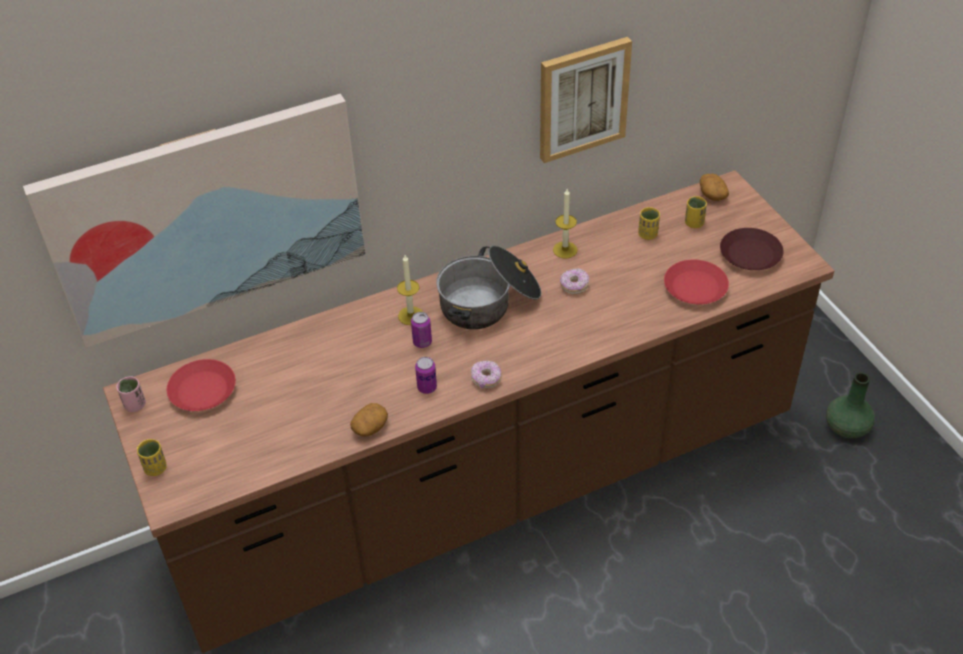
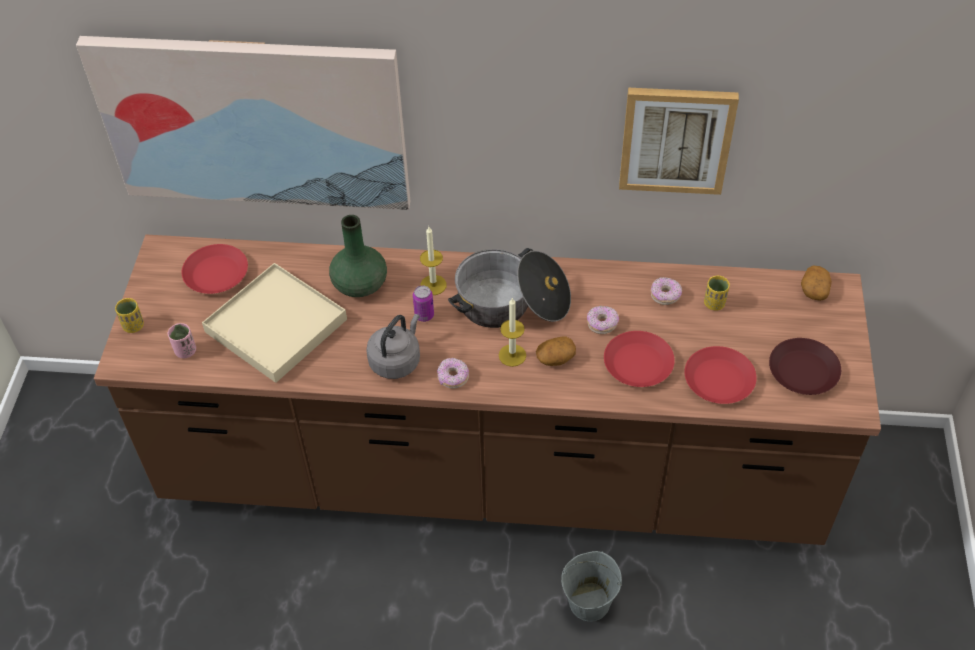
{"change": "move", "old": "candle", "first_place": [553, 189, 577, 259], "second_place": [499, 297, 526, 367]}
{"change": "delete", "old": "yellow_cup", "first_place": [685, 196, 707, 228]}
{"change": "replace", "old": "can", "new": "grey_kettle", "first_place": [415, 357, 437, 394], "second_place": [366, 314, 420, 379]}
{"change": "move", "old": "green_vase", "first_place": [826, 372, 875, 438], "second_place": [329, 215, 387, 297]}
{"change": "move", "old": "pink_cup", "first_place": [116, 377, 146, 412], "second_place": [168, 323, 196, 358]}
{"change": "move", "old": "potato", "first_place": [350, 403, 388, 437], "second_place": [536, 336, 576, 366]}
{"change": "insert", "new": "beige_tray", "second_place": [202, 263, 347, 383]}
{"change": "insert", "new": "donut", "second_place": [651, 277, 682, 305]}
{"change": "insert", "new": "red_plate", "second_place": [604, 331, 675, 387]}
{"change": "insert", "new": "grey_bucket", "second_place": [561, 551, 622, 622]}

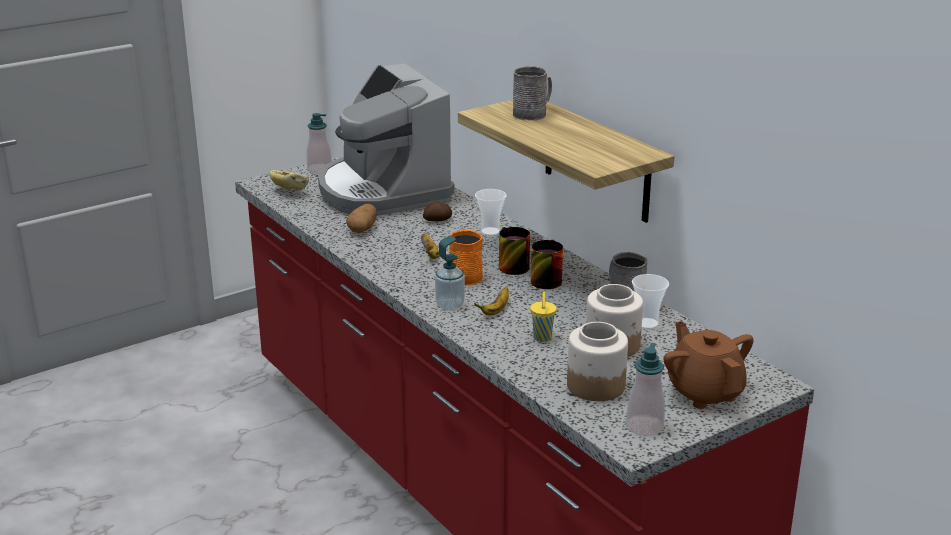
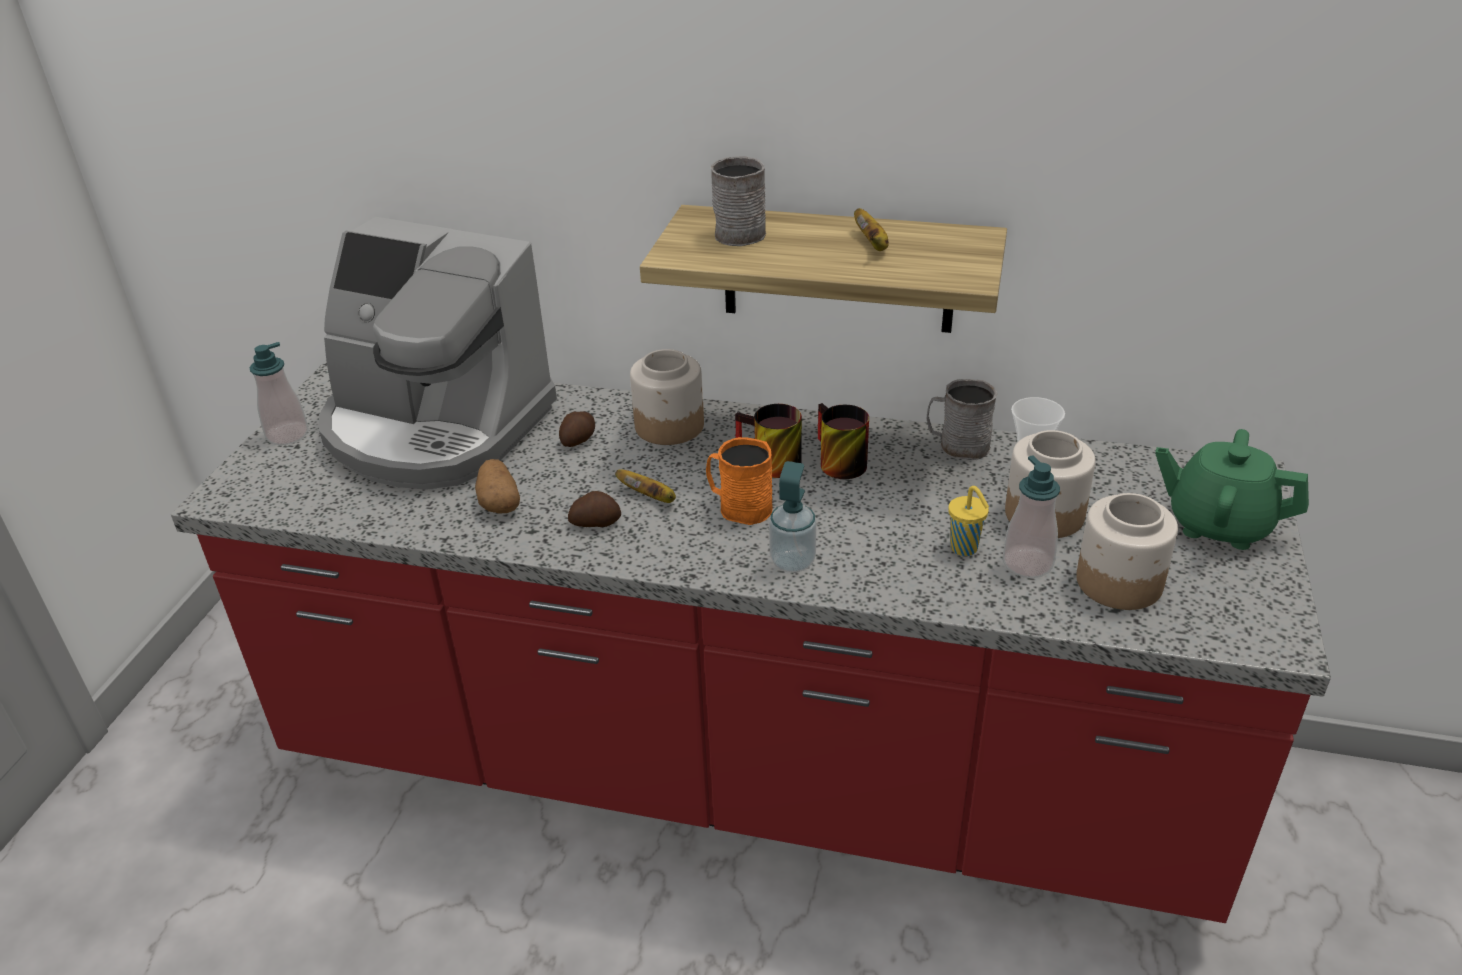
{"change": "delete", "old": "bread", "first_place": [269, 170, 309, 191]}
{"change": "replace", "old": "cup", "new": "jar", "first_place": [475, 189, 507, 236], "second_place": [630, 349, 704, 445]}
{"change": "move", "old": "banana", "first_place": [474, 287, 509, 315], "second_place": [854, 208, 889, 251]}
{"change": "recolor", "old": "brown_teapot", "new": "green_teapot", "first_place": [664, 321, 753, 409], "second_place": [1155, 429, 1309, 550]}
{"change": "move", "old": "soap_dispenser", "first_place": [626, 343, 665, 436], "second_place": [1003, 456, 1060, 578]}
{"change": "insert", "new": "potato", "second_place": [568, 491, 621, 527]}

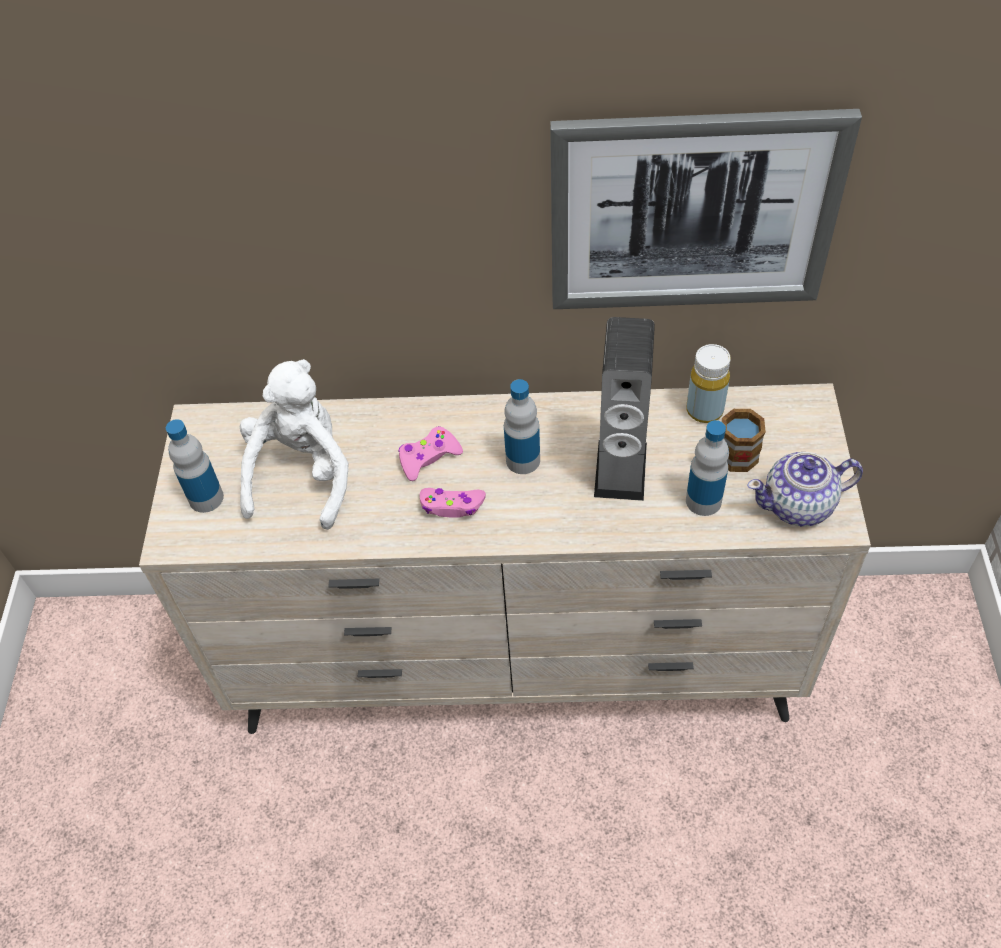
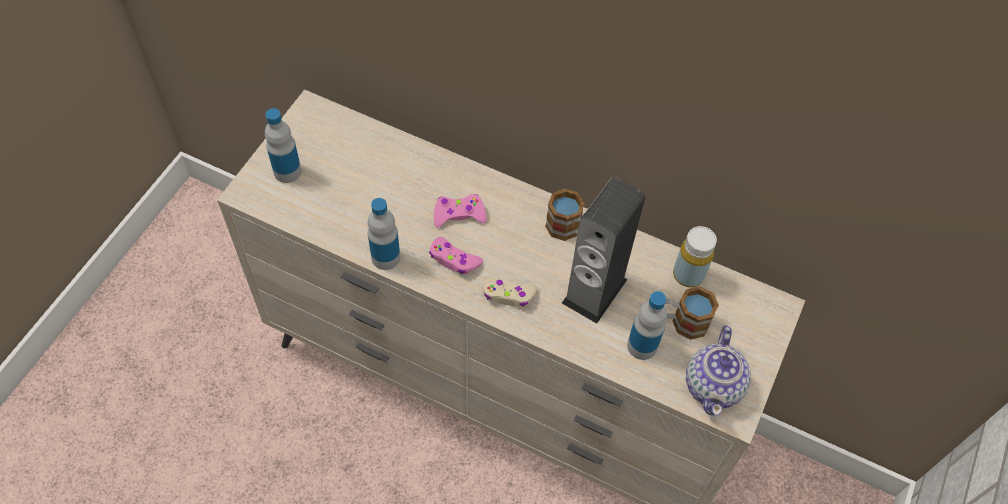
{"change": "delete", "old": "picture", "first_place": [550, 109, 862, 309]}
{"change": "delete", "old": "white_plush_toy", "first_place": [239, 359, 349, 530]}
{"change": "move", "old": "bottle", "first_place": [504, 379, 540, 474], "second_place": [368, 198, 400, 270]}
{"change": "rotate", "old": "teapot", "first_place": [747, 452, 863, 526], "second_place": [686, 325, 751, 416], "degrees": -90}
{"change": "insert", "new": "mug", "second_place": [545, 189, 585, 241]}
{"change": "insert", "new": "beige_game_controller", "second_place": [482, 276, 537, 306]}

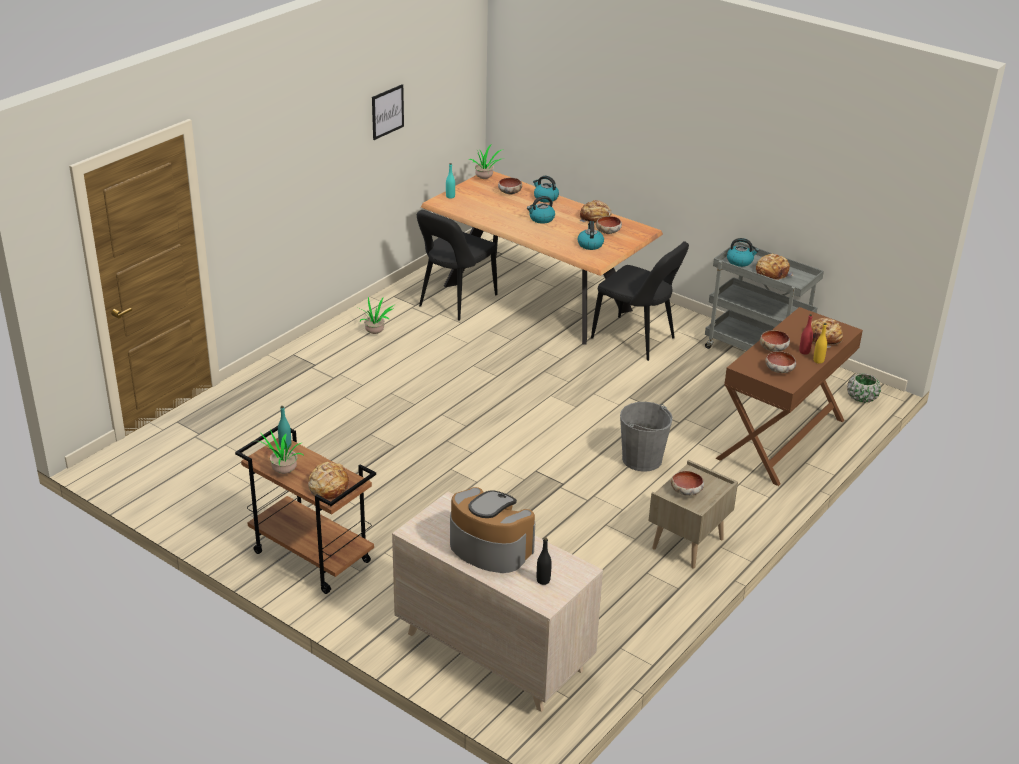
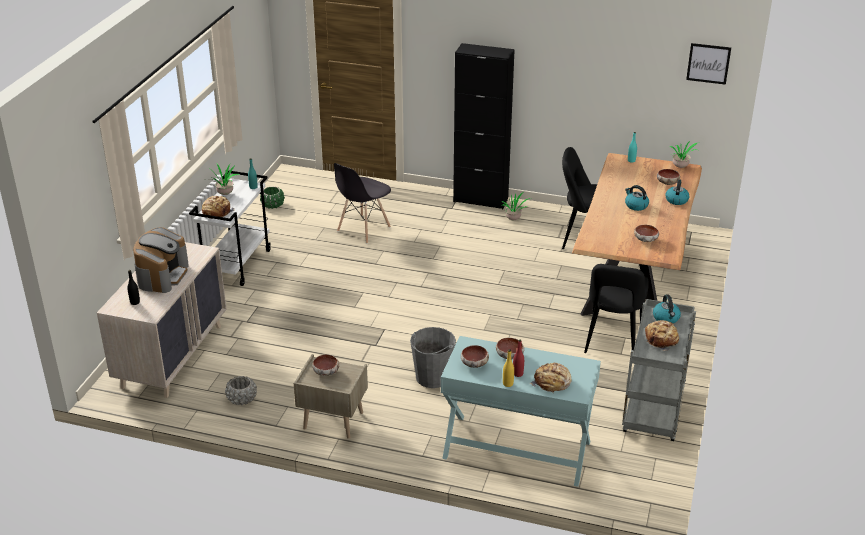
{"change": "move", "old": "picture", "first_place": [372, 84, 404, 140], "second_place": [686, 43, 731, 85]}
{"change": "delete", "old": "bread", "first_place": [580, 200, 612, 223]}
{"change": "delete", "old": "kettle", "first_place": [577, 221, 604, 250]}
{"change": "recolor", "old": "brown_console_table", "new": "turquoise_console_table", "first_place": [715, 307, 863, 486], "second_place": [441, 336, 601, 487]}
{"change": "move", "old": "green_planter", "first_place": [847, 373, 881, 403], "second_place": [260, 187, 285, 209]}
{"change": "recolor", "old": "brown_cart", "new": "white_cart", "first_place": [235, 426, 376, 594], "second_place": [189, 170, 271, 286]}
{"change": "insert", "new": "black_cabinet", "second_place": [453, 43, 515, 209]}
{"change": "insert", "new": "grey_chair", "second_place": [334, 163, 391, 244]}
{"change": "insert", "new": "grey_planter", "second_place": [225, 376, 257, 405]}

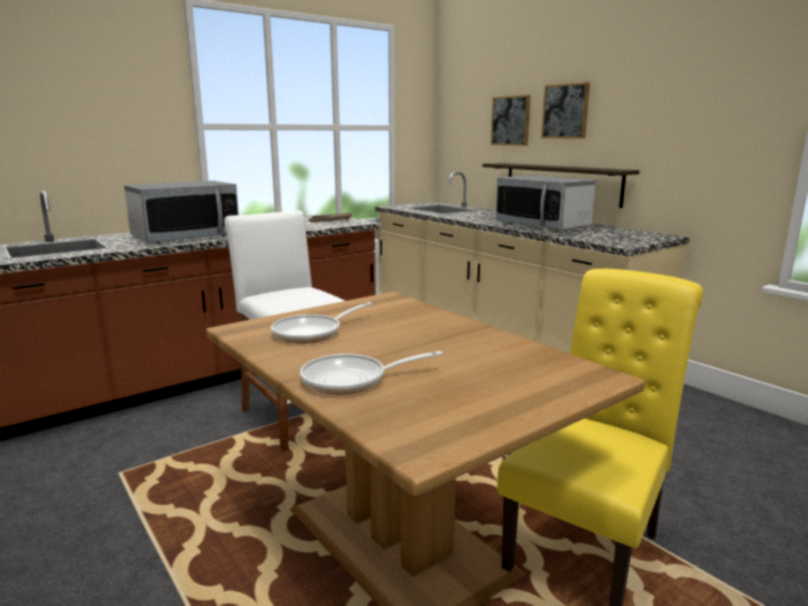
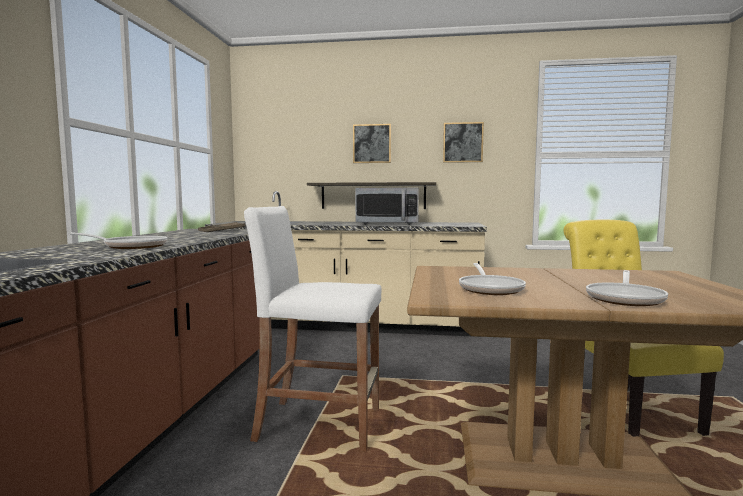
{"change": "move", "old": "picture", "first_place": [491, 95, 531, 146], "second_place": [443, 122, 484, 163]}
{"change": "replace", "old": "microwave", "new": "frying_pan", "first_place": [124, 181, 239, 244], "second_place": [69, 232, 167, 249]}

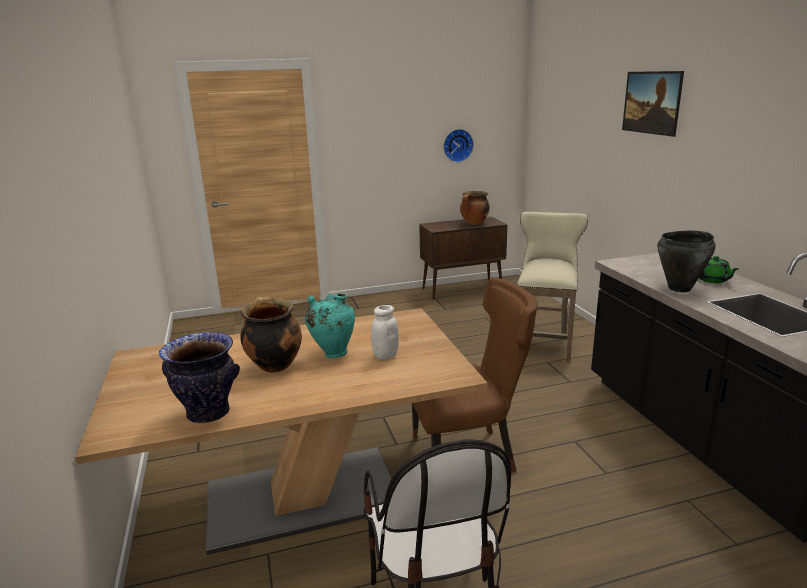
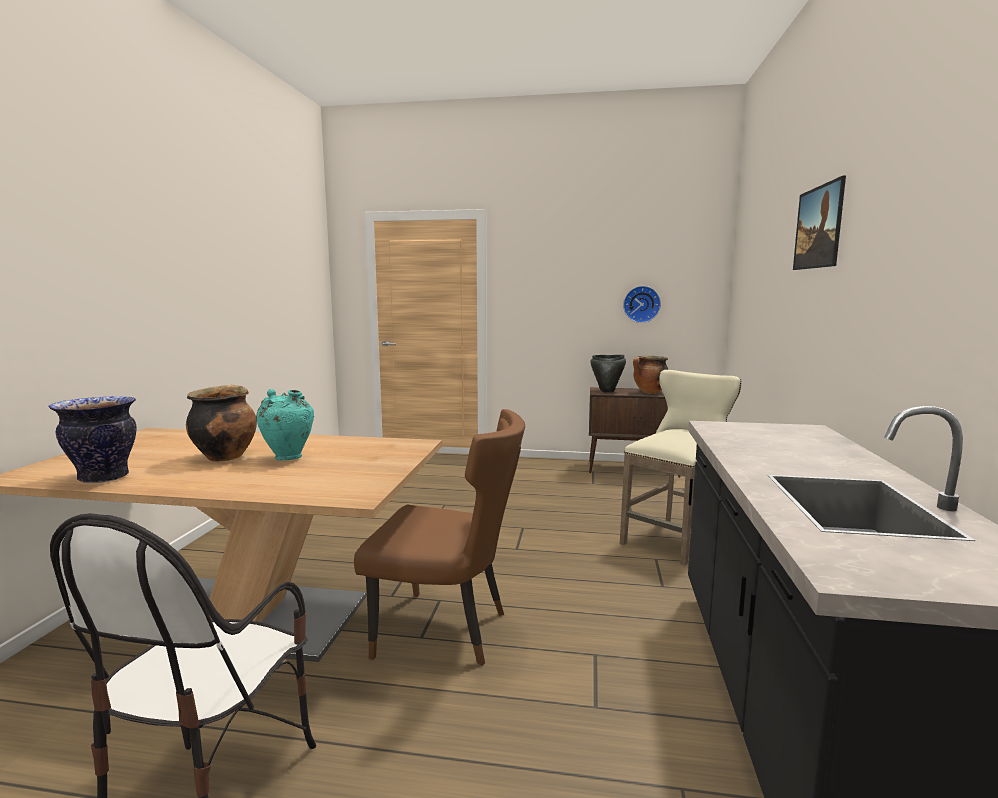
{"change": "move", "old": "black_cooking_pot", "first_place": [657, 231, 716, 292], "second_place": [590, 355, 626, 393]}
{"change": "delete", "old": "green_teapot", "first_place": [699, 256, 738, 283]}
{"change": "delete", "old": "white_jar", "first_place": [371, 305, 399, 360]}

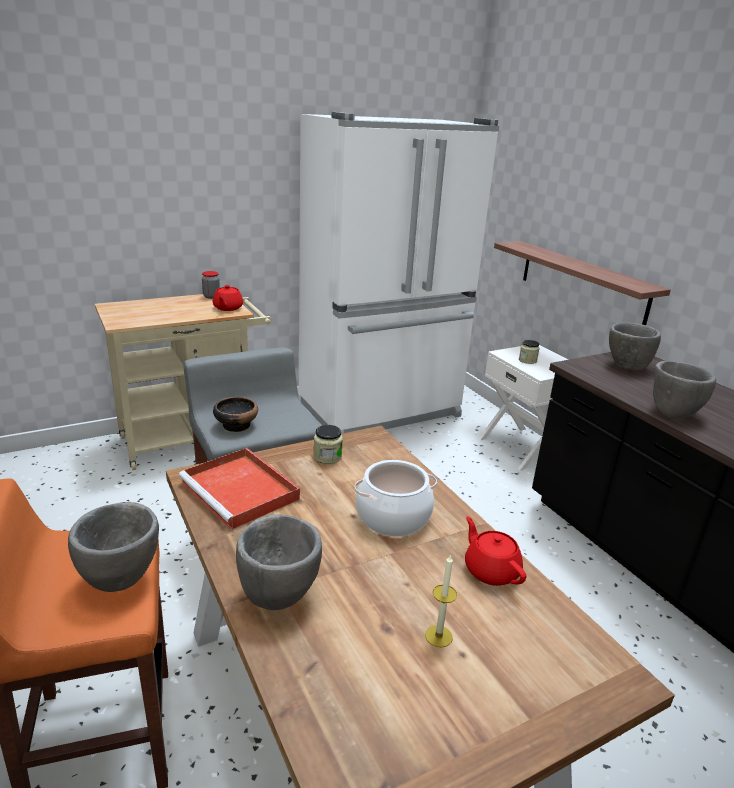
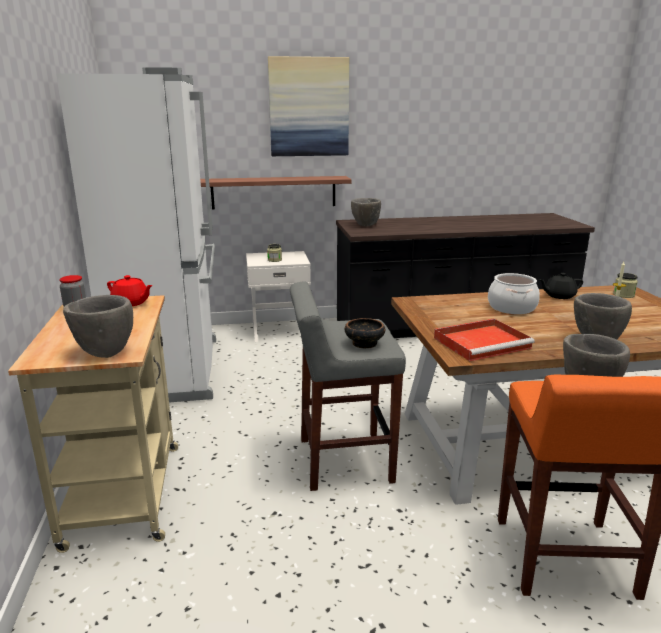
{"change": "move", "old": "grey_bowl", "first_place": [653, 361, 716, 419], "second_place": [63, 295, 133, 358]}
{"change": "move", "old": "jar", "first_place": [314, 425, 343, 464], "second_place": [613, 273, 638, 298]}
{"change": "recolor", "old": "red_teapot", "new": "black_teapot", "first_place": [465, 516, 526, 586], "second_place": [538, 273, 583, 299]}
{"change": "insert", "new": "picture", "second_place": [268, 56, 349, 156]}

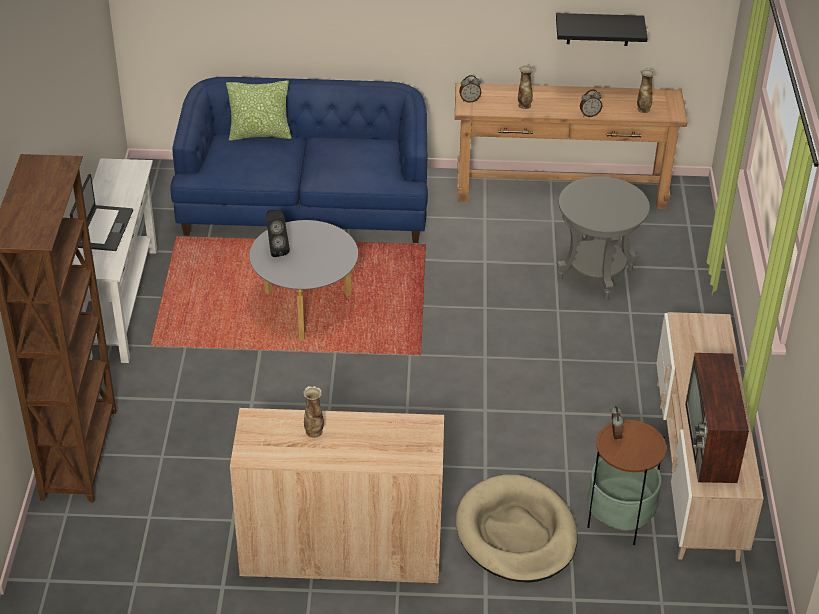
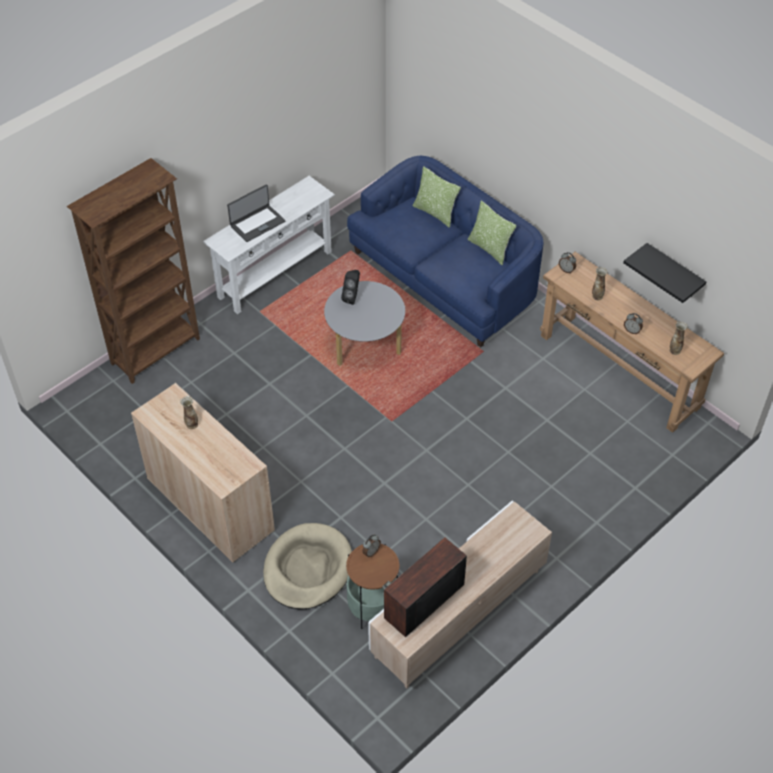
{"change": "delete", "old": "grey_side_table", "first_place": [557, 176, 650, 299]}
{"change": "insert", "new": "pillow", "second_place": [467, 201, 516, 265]}

